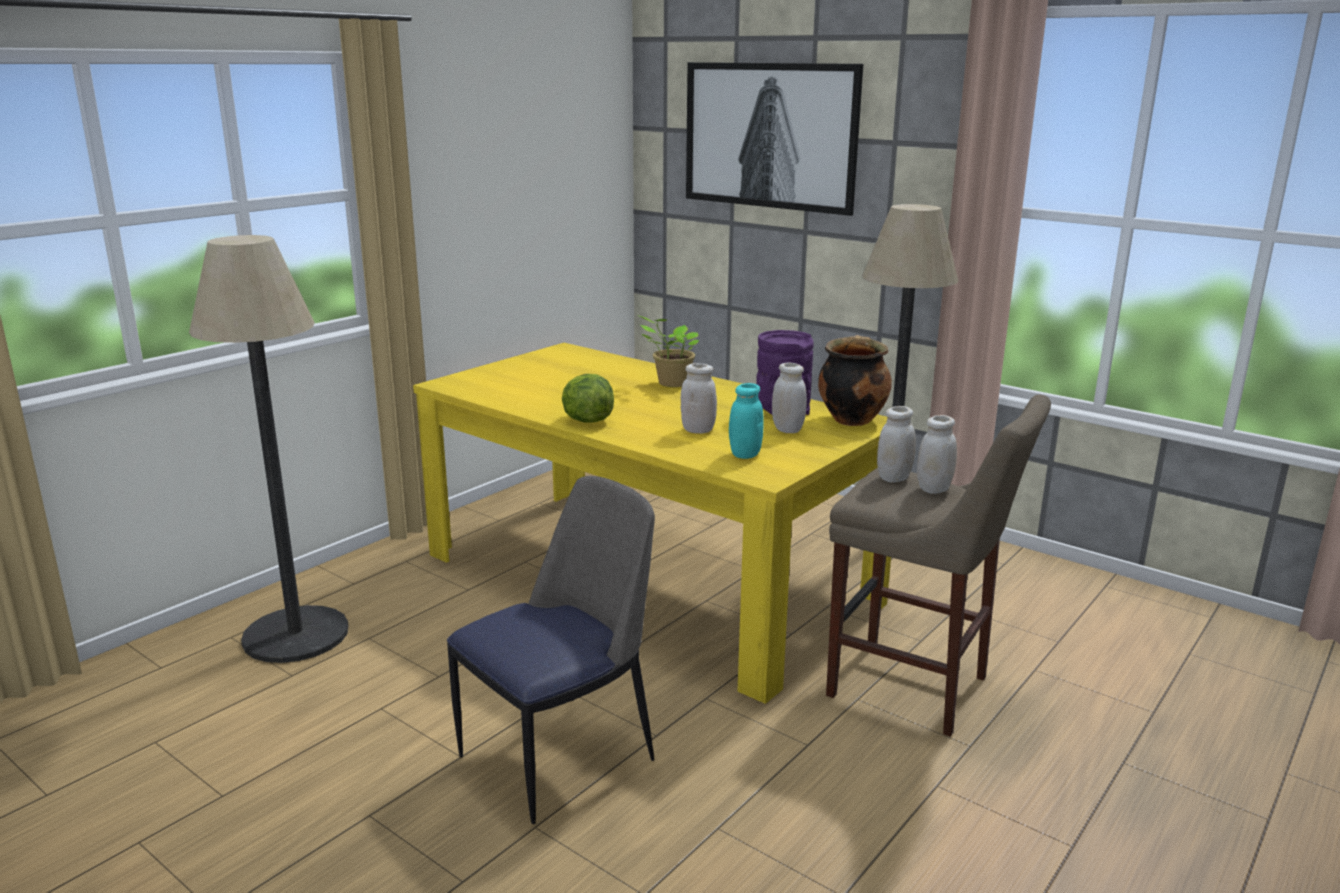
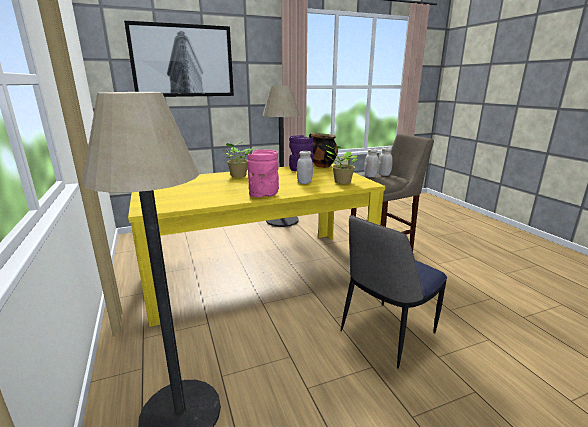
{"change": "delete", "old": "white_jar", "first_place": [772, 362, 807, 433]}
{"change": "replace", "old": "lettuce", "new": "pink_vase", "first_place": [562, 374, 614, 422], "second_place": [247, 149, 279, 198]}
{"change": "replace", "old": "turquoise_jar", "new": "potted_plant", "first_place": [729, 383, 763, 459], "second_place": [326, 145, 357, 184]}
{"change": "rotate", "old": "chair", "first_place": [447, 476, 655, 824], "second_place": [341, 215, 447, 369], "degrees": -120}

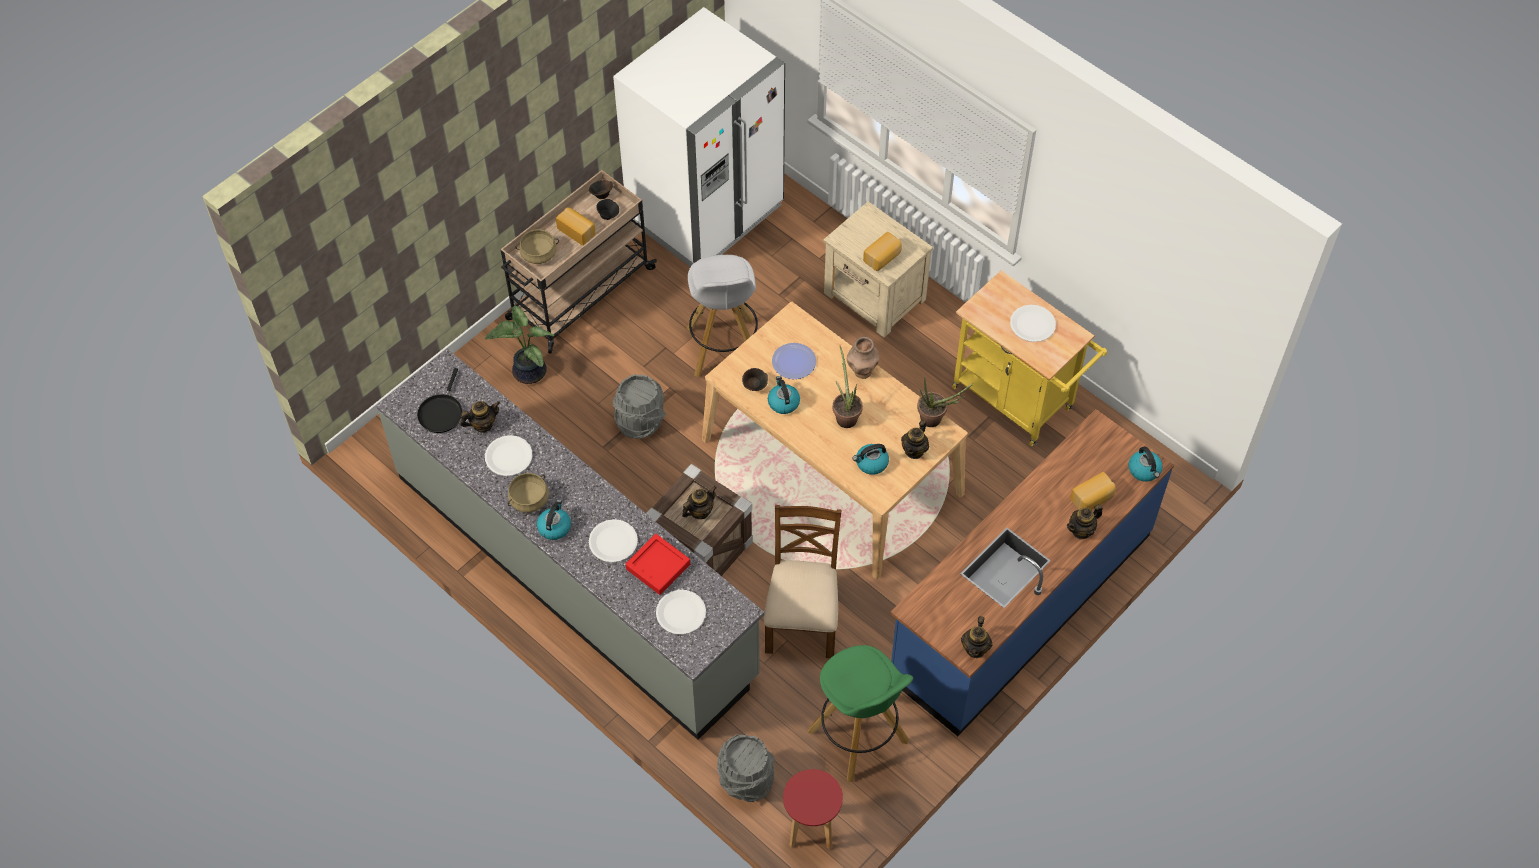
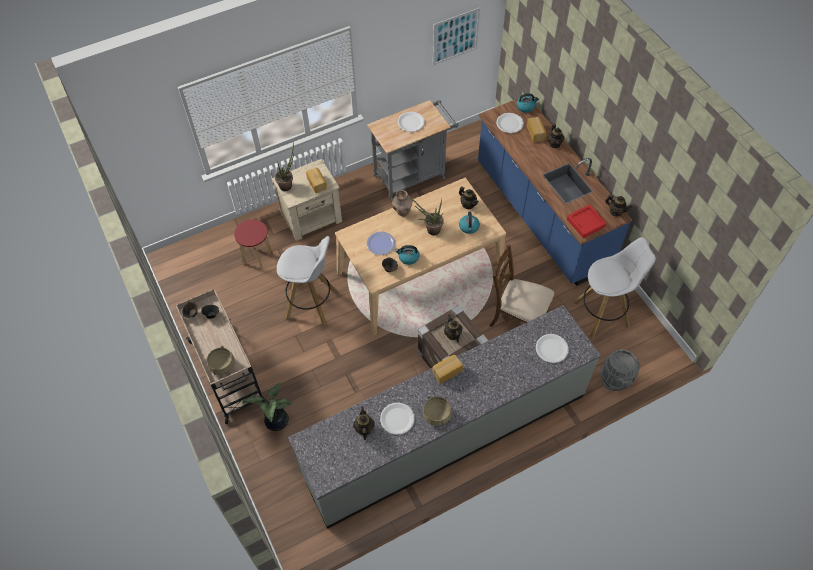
{"change": "delete", "old": "white_fridge", "first_place": [613, 7, 785, 267]}
{"change": "move", "old": "bread", "first_place": [556, 207, 595, 246], "second_place": [432, 355, 463, 384]}
{"change": "recolor", "old": "yellow_cart", "new": "grey_cart", "first_place": [952, 270, 1107, 446], "second_place": [367, 100, 458, 201]}
{"change": "delete", "old": "black_frying_pan", "first_place": [417, 368, 462, 433]}
{"change": "delete", "old": "grey_bucket", "first_place": [613, 374, 666, 439]}
{"change": "move", "old": "potted_plant", "first_place": [917, 379, 974, 427], "second_place": [275, 142, 294, 191]}
{"change": "delete", "old": "kettle", "first_place": [537, 499, 571, 540]}
{"change": "move", "old": "white_plate", "first_place": [589, 519, 638, 562], "second_place": [496, 113, 524, 133]}
{"change": "move", "old": "red_tray", "first_place": [625, 534, 690, 595], "second_place": [567, 204, 607, 238]}
{"change": "recolor", "old": "green_stool", "new": "white_stool", "first_place": [808, 645, 913, 782], "second_place": [574, 237, 656, 338]}
{"change": "move", "old": "red_stool", "first_place": [783, 769, 843, 849], "second_place": [234, 219, 273, 271]}
{"change": "insert", "new": "picture", "second_place": [433, 8, 480, 65]}

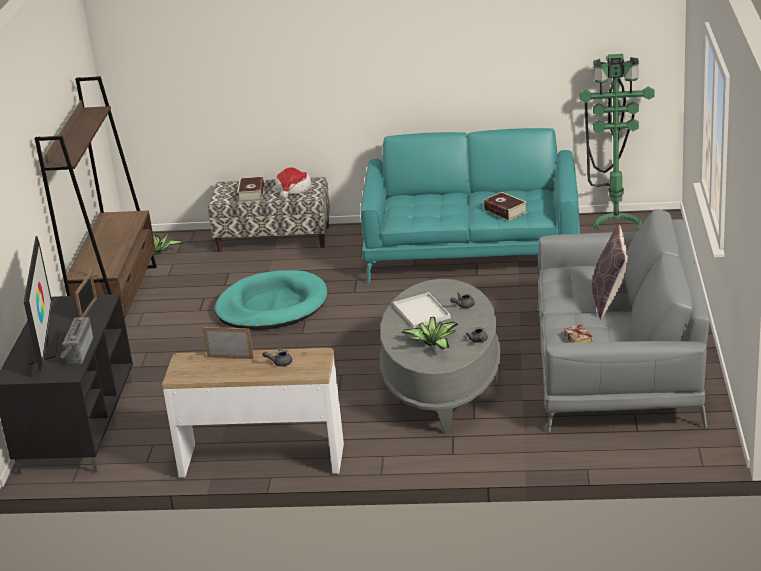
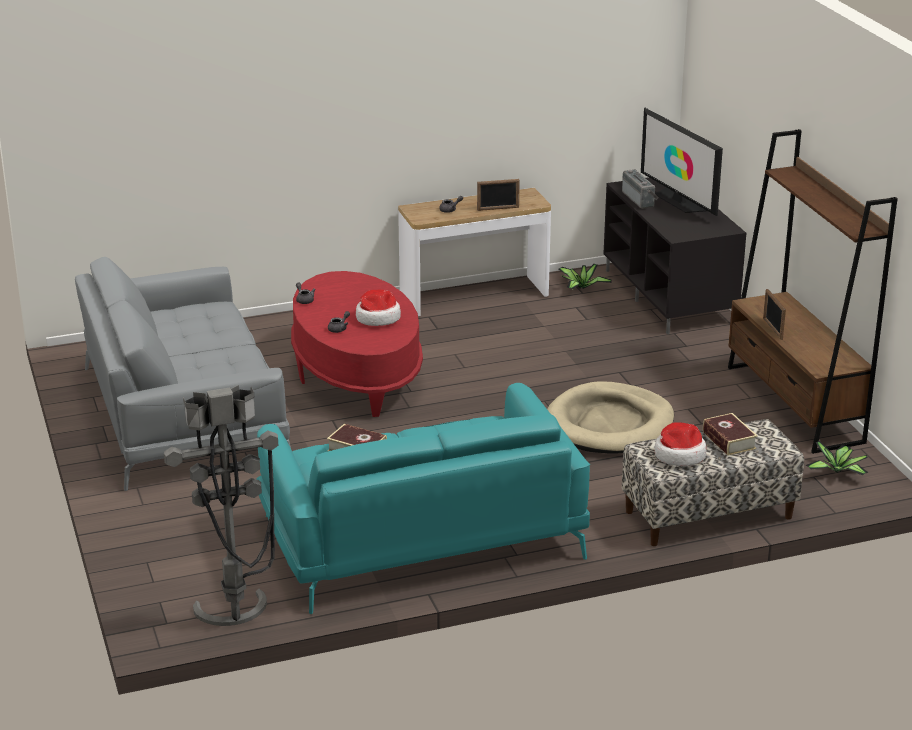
{"change": "recolor", "old": "green_floor_lamp", "new": "grey_floor_lamp", "first_place": [580, 54, 655, 230], "second_place": [164, 385, 278, 626]}
{"change": "delete", "old": "brown_pillow", "first_place": [592, 225, 628, 319]}
{"change": "recolor", "old": "turquoise_dog_bed", "new": "beige_dog_bed", "first_place": [215, 270, 327, 330], "second_place": [547, 381, 674, 454]}
{"change": "move", "old": "picture_frame", "first_place": [74, 272, 97, 317], "second_place": [763, 289, 786, 340]}
{"change": "recolor", "old": "grey_coffee_table", "new": "red_coffee_table", "first_place": [380, 279, 501, 432], "second_place": [291, 271, 423, 417]}
{"change": "replace", "old": "white_tray", "new": "hat", "first_place": [393, 292, 451, 328], "second_place": [356, 290, 401, 326]}
{"change": "move", "old": "potted_plant", "first_place": [401, 317, 458, 350], "second_place": [558, 264, 612, 289]}
{"change": "delete", "old": "book", "first_place": [564, 324, 593, 342]}

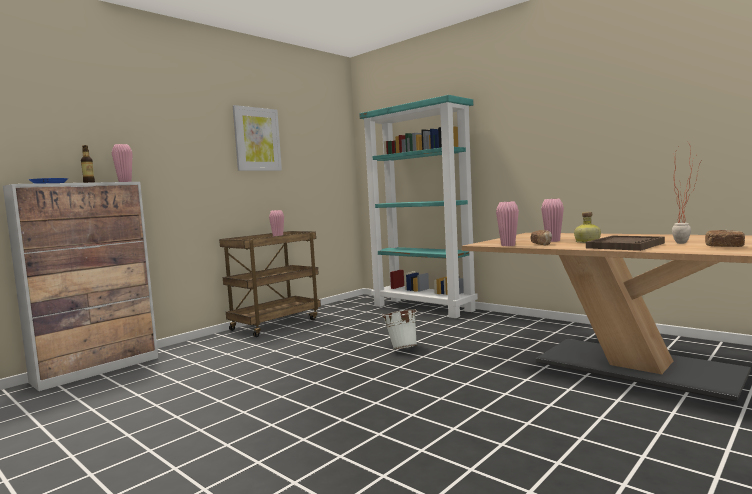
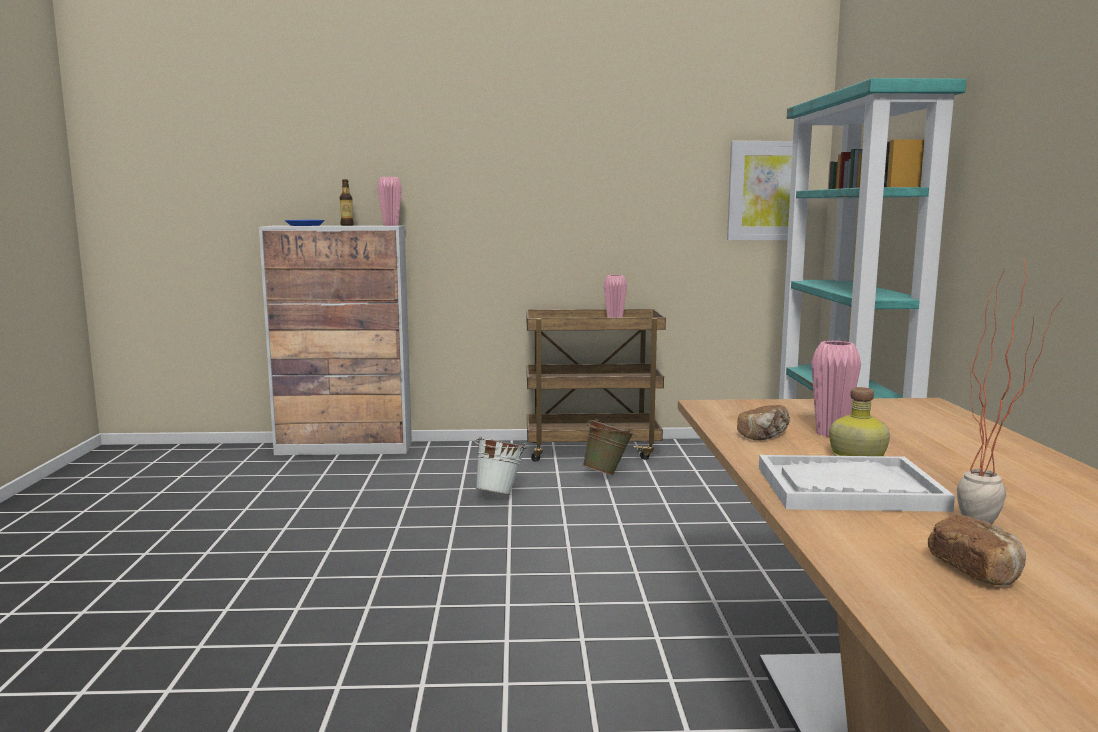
{"change": "move", "old": "picture", "first_place": [233, 105, 282, 171], "second_place": [727, 141, 812, 240]}
{"change": "delete", "old": "pink_vase", "first_place": [496, 202, 519, 246]}
{"change": "recolor", "old": "brown_tray", "new": "white_tray", "first_place": [586, 236, 665, 251], "second_place": [759, 455, 955, 512]}
{"change": "move", "old": "white_bucket", "first_place": [382, 309, 418, 349], "second_place": [475, 437, 526, 495]}
{"change": "insert", "new": "green_bucket", "second_place": [583, 419, 634, 475]}

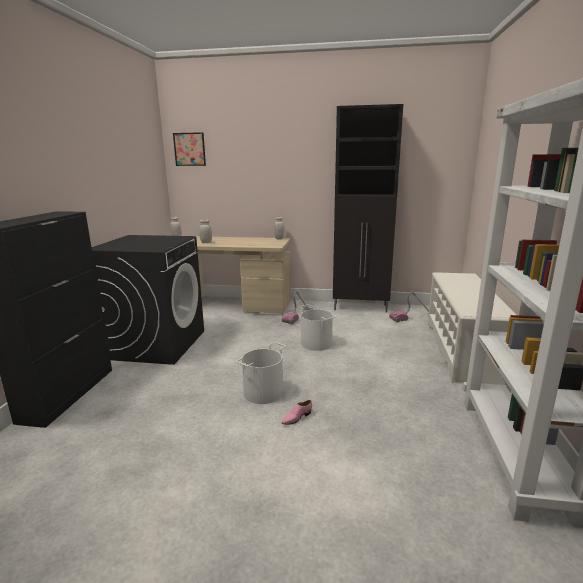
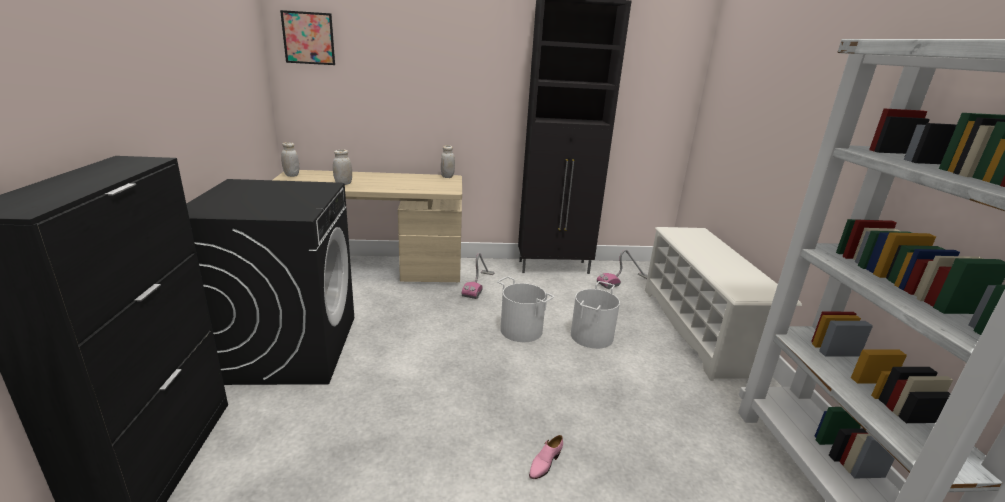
{"change": "move", "old": "white_bucket", "first_place": [236, 342, 286, 404], "second_place": [571, 281, 620, 349]}

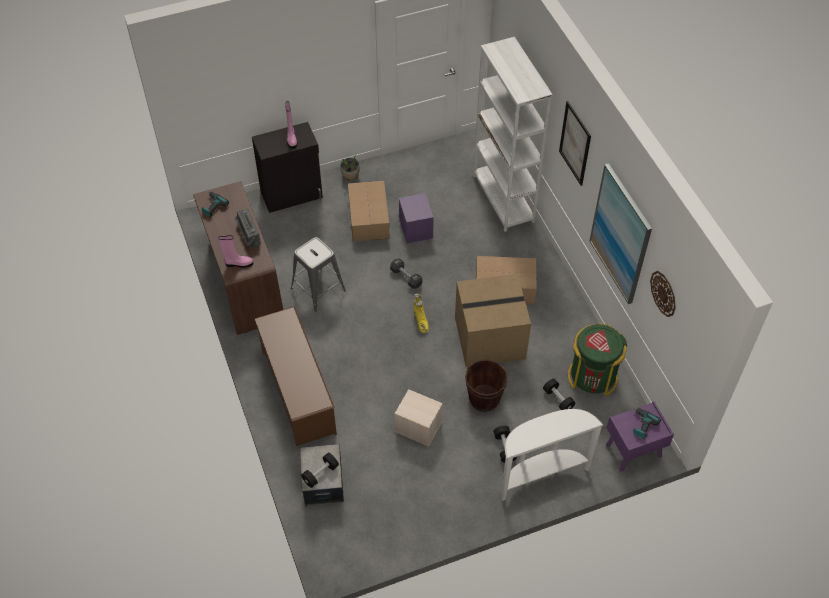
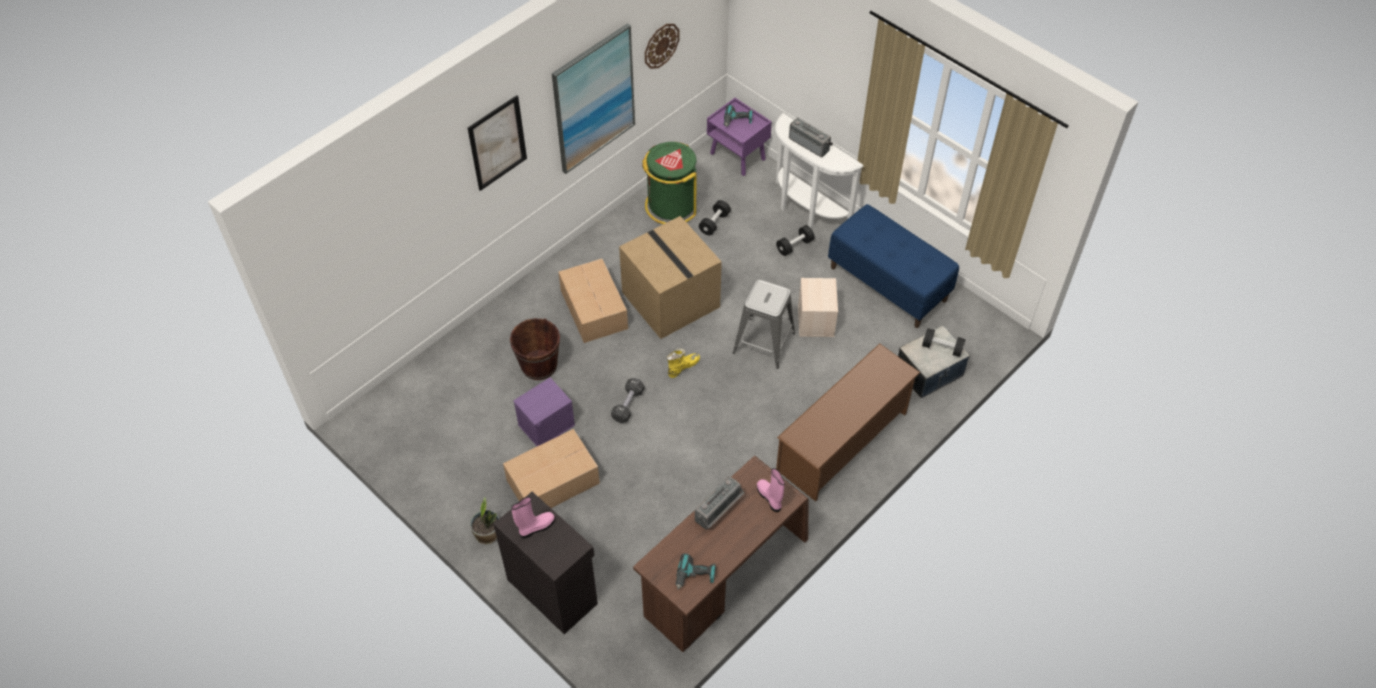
{"change": "delete", "old": "white_bookcase", "first_place": [473, 37, 553, 232]}
{"change": "move", "old": "grey_stool", "first_place": [291, 237, 346, 312], "second_place": [733, 280, 795, 369]}
{"change": "move", "old": "brown_bucket", "first_place": [465, 359, 508, 412], "second_place": [510, 318, 560, 380]}
{"change": "insert", "new": "radio", "second_place": [789, 117, 833, 157]}
{"change": "insert", "new": "blue_bench", "second_place": [828, 204, 959, 328]}

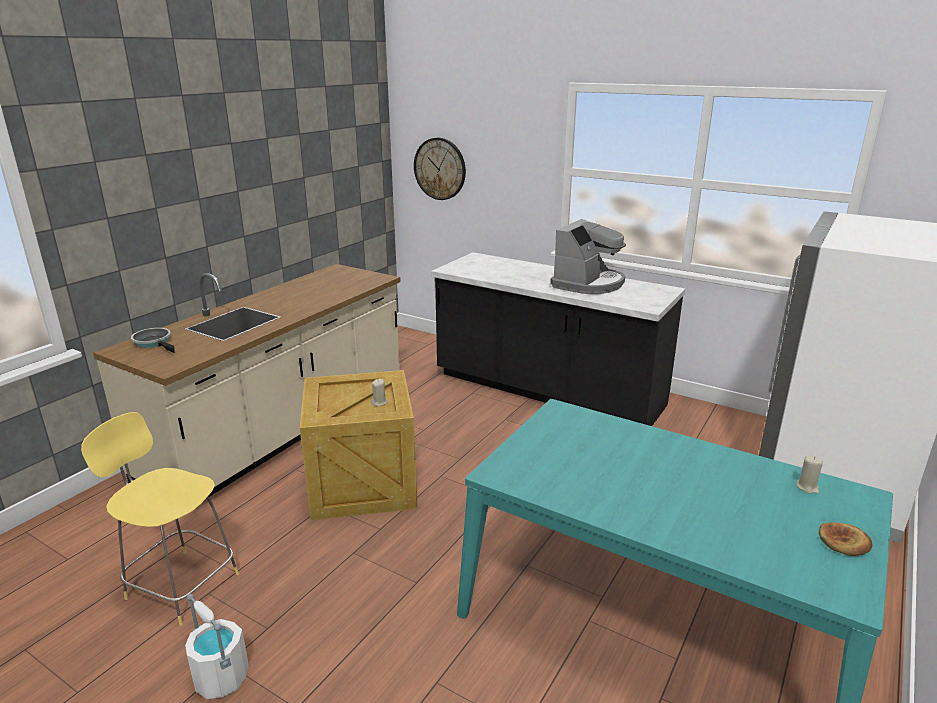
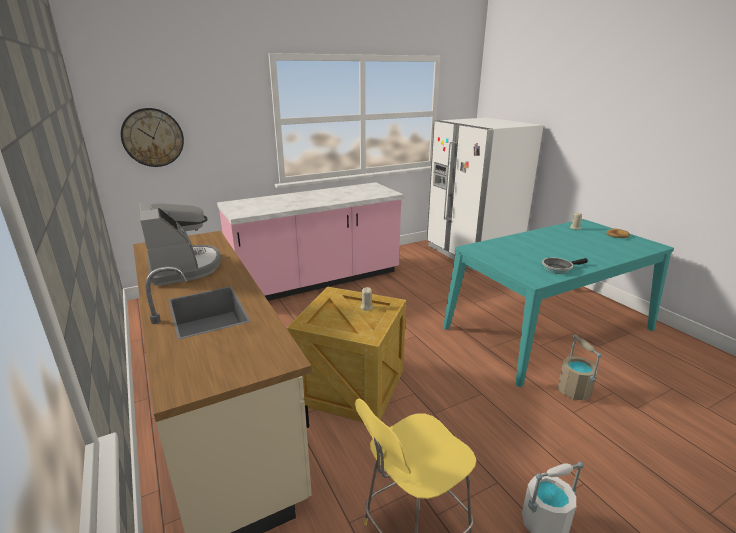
{"change": "move", "old": "coffee_machine", "first_place": [550, 219, 626, 294], "second_place": [140, 203, 221, 286]}
{"change": "recolor", "old": "black_counter", "new": "pink_counter", "first_place": [431, 252, 685, 426], "second_place": [217, 182, 404, 301]}
{"change": "move", "old": "frying_pan", "first_place": [131, 328, 175, 353], "second_place": [542, 257, 588, 274]}
{"change": "insert", "new": "beige_bucket", "second_place": [558, 335, 601, 400]}

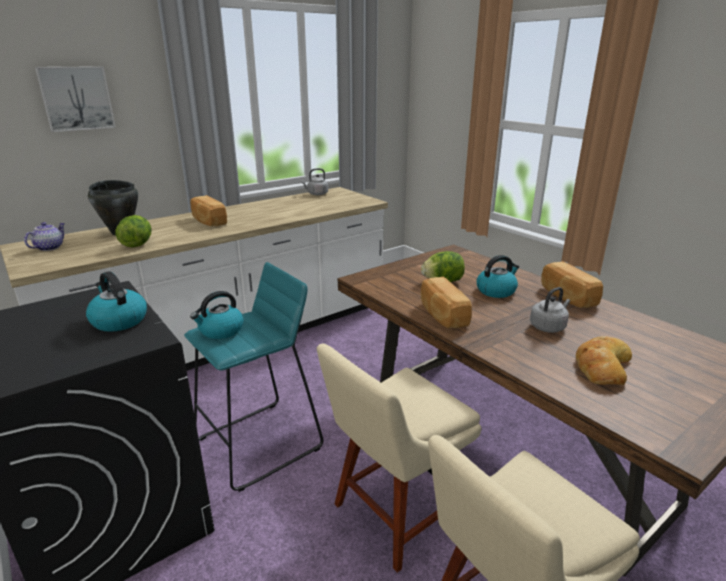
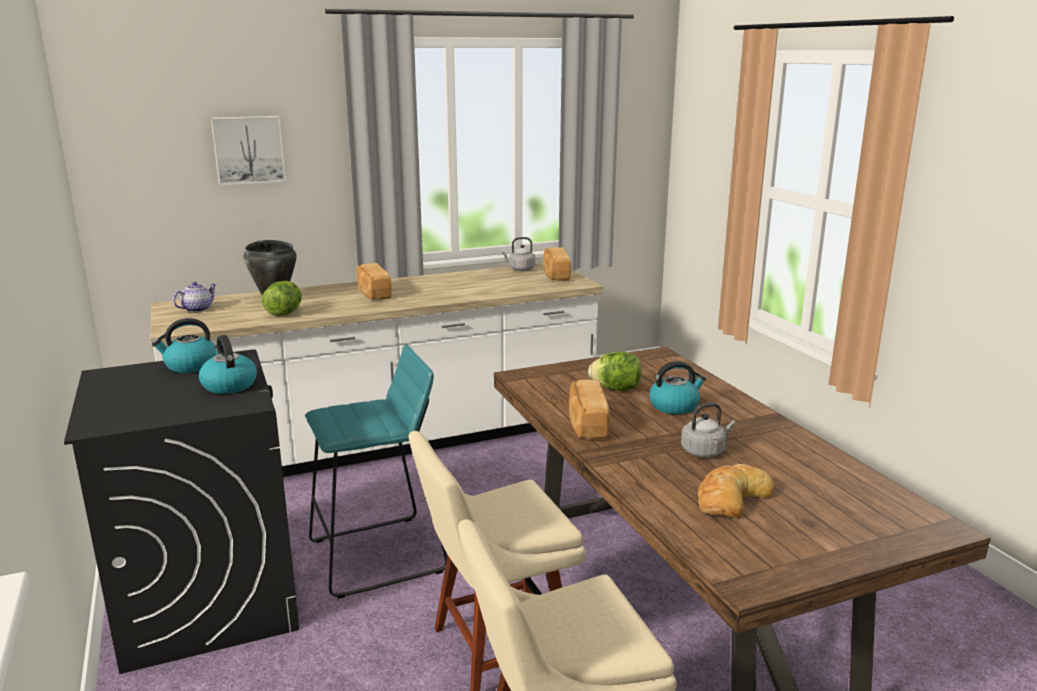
{"change": "move", "old": "bread", "first_place": [541, 261, 603, 308], "second_place": [543, 247, 571, 281]}
{"change": "move", "old": "kettle", "first_place": [190, 291, 243, 339], "second_place": [152, 318, 216, 373]}

